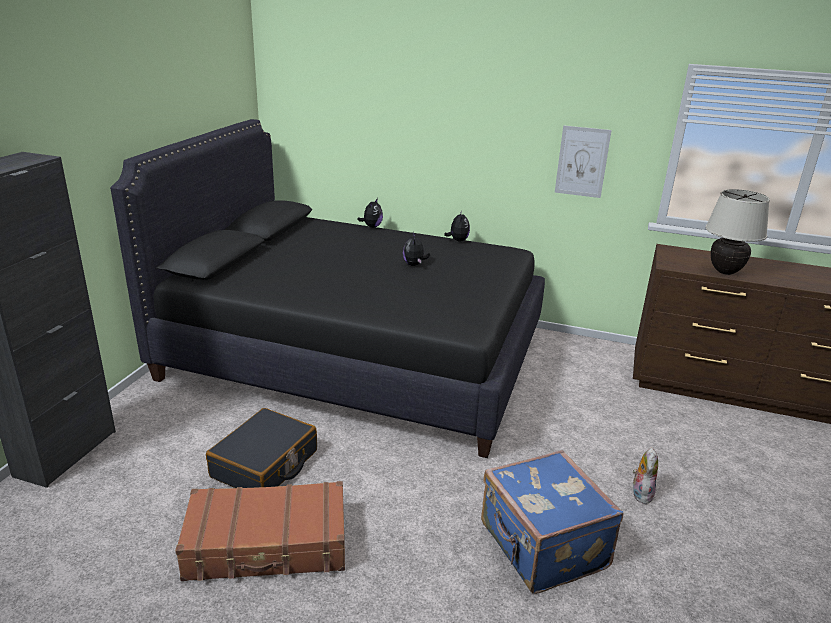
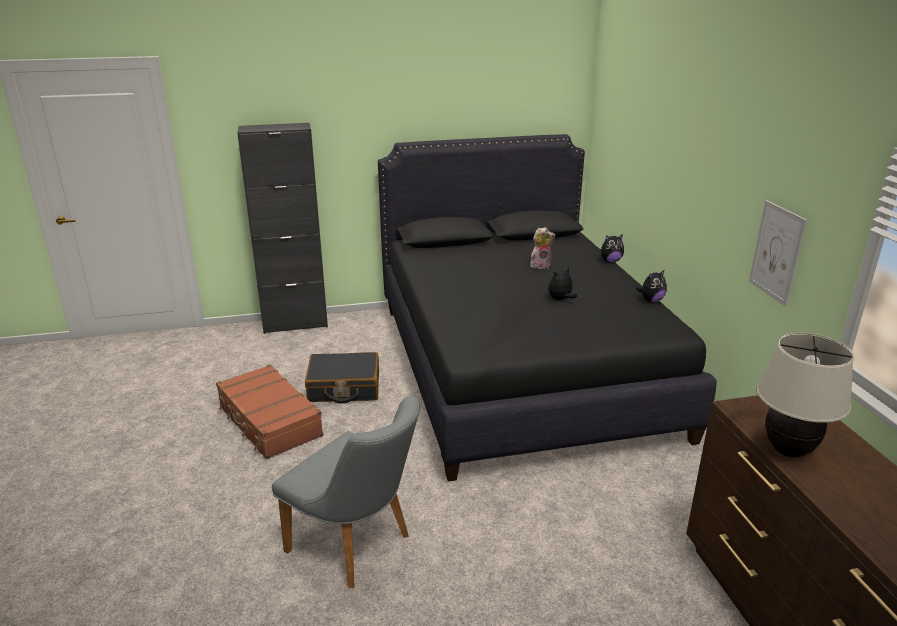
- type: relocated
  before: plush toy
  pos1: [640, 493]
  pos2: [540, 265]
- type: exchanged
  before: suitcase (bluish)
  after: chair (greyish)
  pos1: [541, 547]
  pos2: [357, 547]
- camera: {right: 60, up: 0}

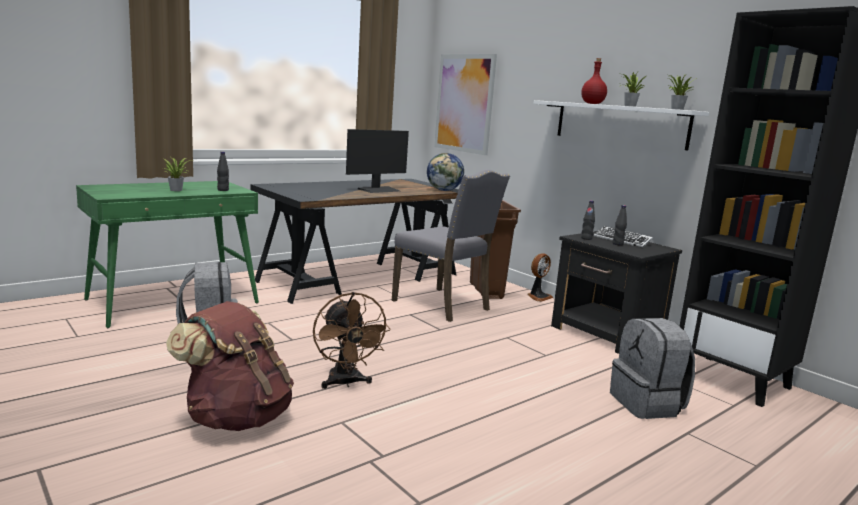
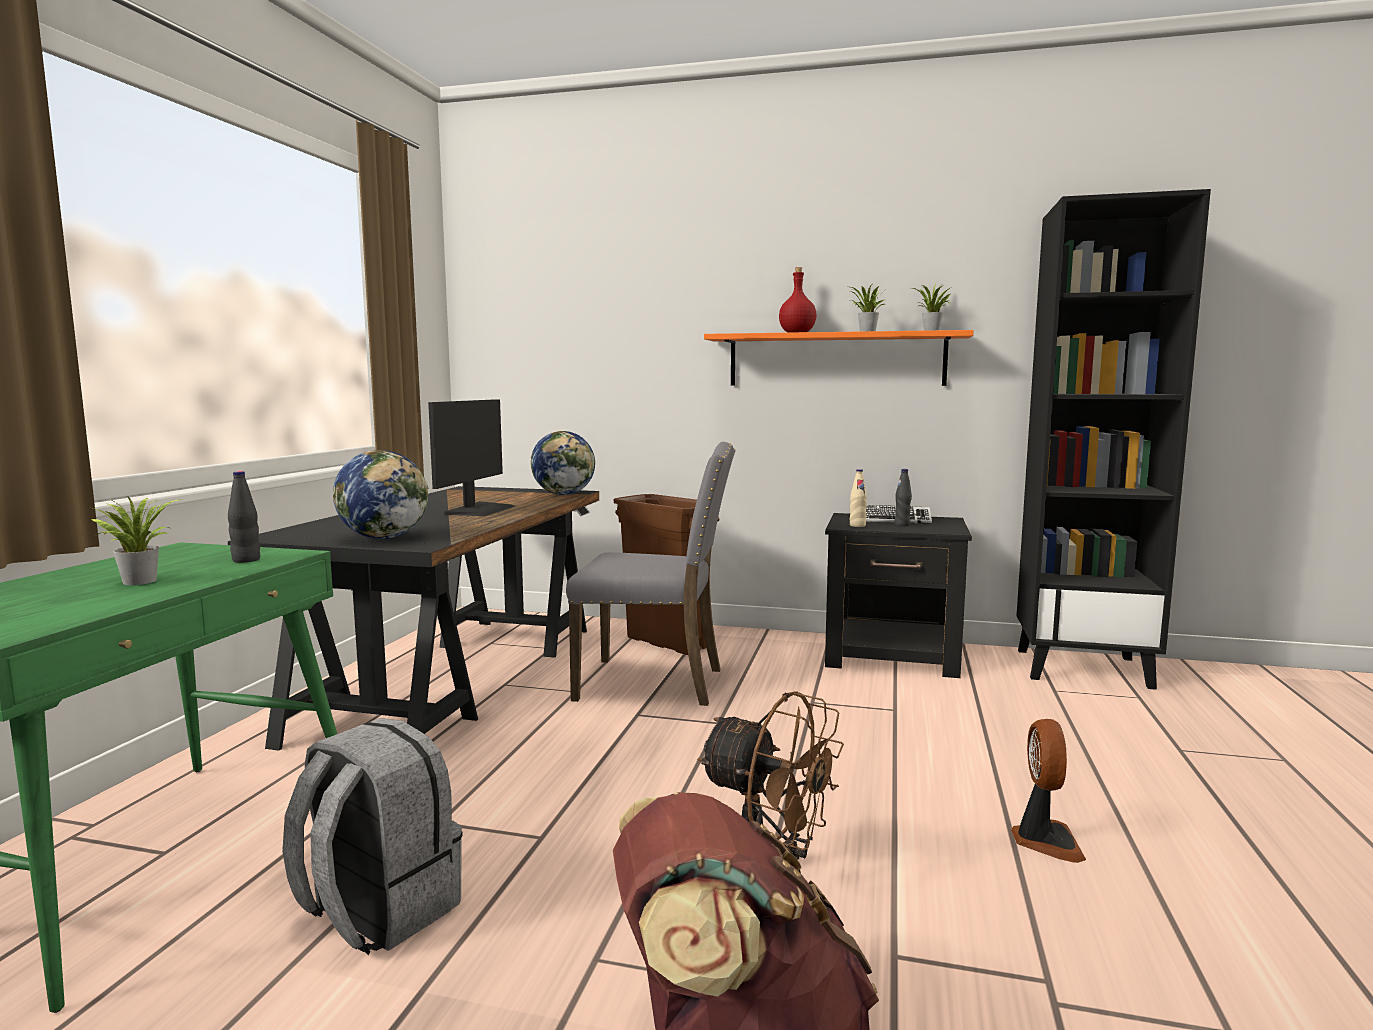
- type: missing
  before: wall art
  pos1: [464, 103]
- type: missing
  before: knapsack (greyish)
  pos1: [647, 404]
- type: appeared
  after: world globe
  pos2: [384, 538]
- type: relocated
  before: cooling fan
  pos1: [538, 297]
  pos2: [1044, 841]
- type: colour
  before: shelf (white)
  after: shelf (orange)
  pos1: [619, 124]
  pos2: [836, 360]
- type: colour
  before: bottle (black)
  after: bottle (beige-coloured)
  pos1: [586, 238]
  pos2: [857, 525]
- camera: {right: -35, up: -5}

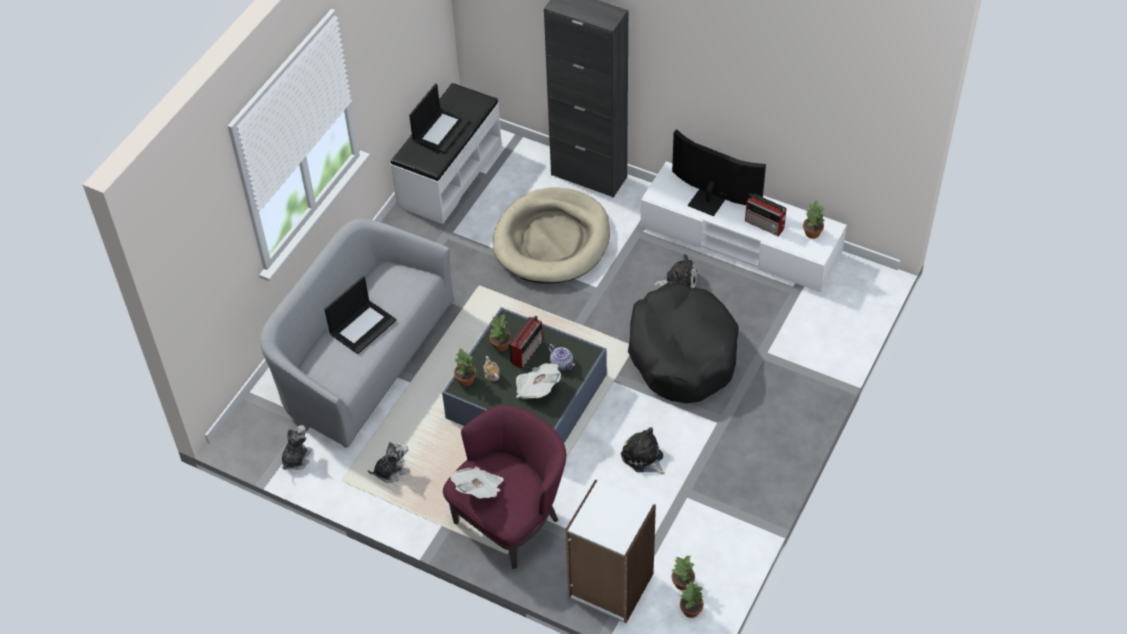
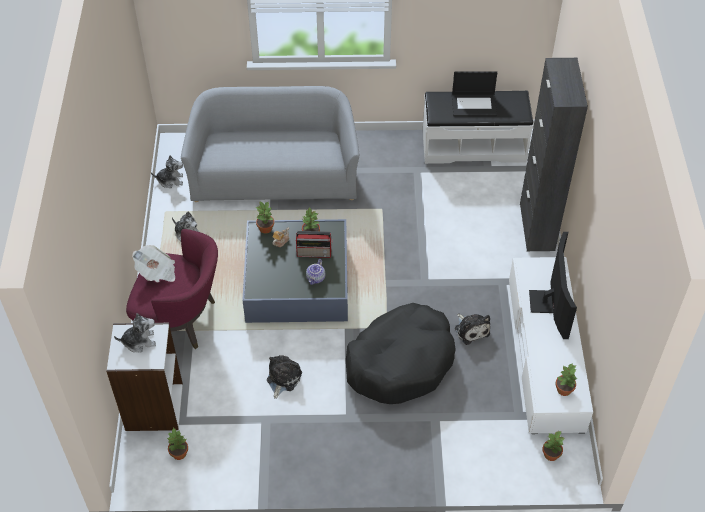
- type: missing
  before: laptop
  pos1: [363, 326]
- type: missing
  before: dog cushion (beige-coloured)
  pos1: [552, 240]
- type: missing
  before: printed paper
  pos1: [537, 388]
- type: missing
  before: radio
  pos1: [765, 225]
- type: appeared
  after: plush toy
  pos2: [139, 341]
- type: relocated
  before: potted plant
  pos1: [691, 611]
  pos2: [550, 454]
- camera: {right: 60, up: 0}

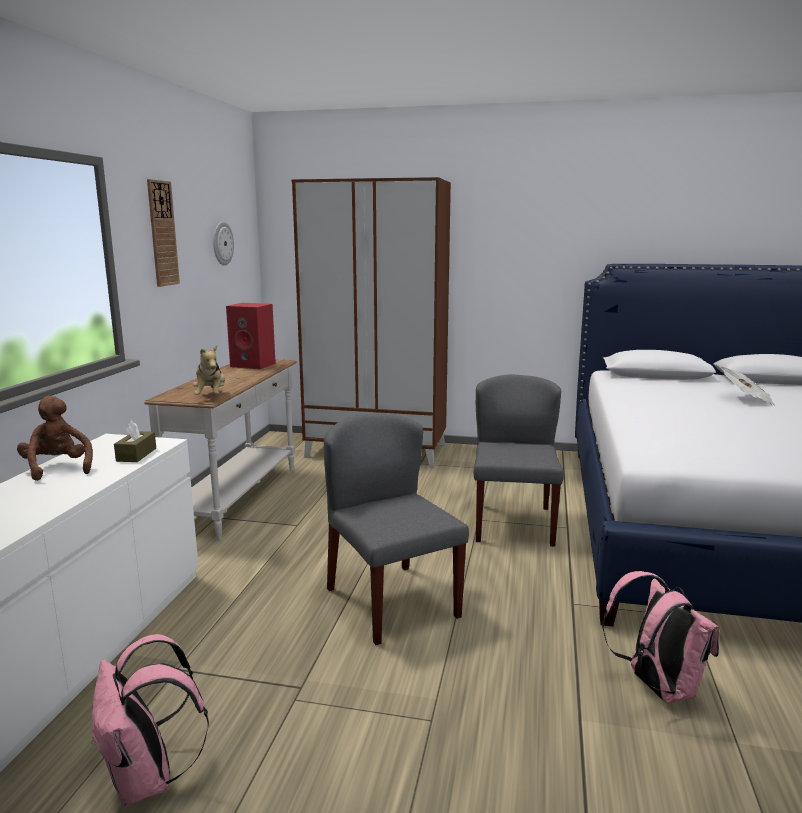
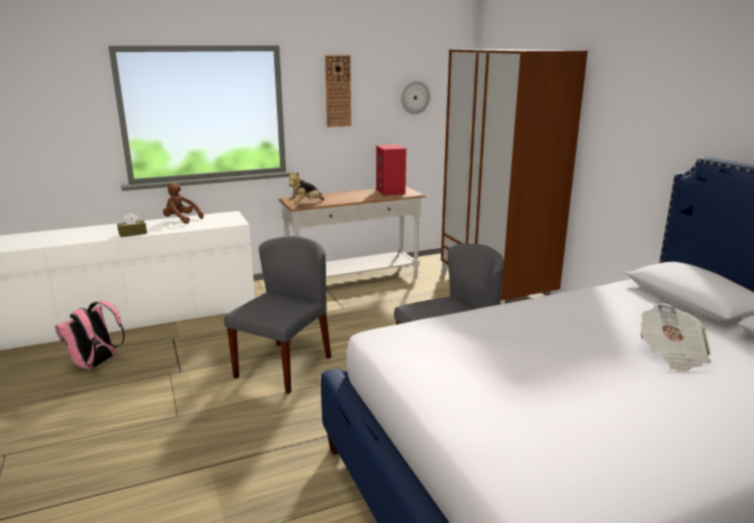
- type: missing
  before: knapsack (pink)
  pos1: [656, 687]
- type: relocated
  before: box of tissues (brownish)
  pos1: [136, 455]
  pos2: [132, 233]
- type: spun
  before: plush toy (brownish)
  pos1: [58, 468]
  pos2: [181, 220]
  turn: -90
- camera: {right: 55, up: 5}

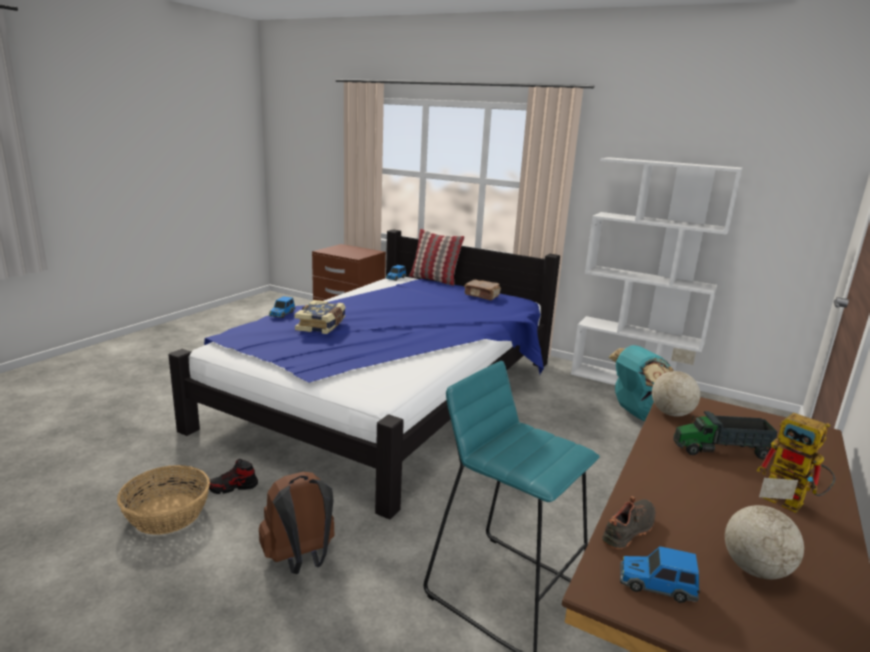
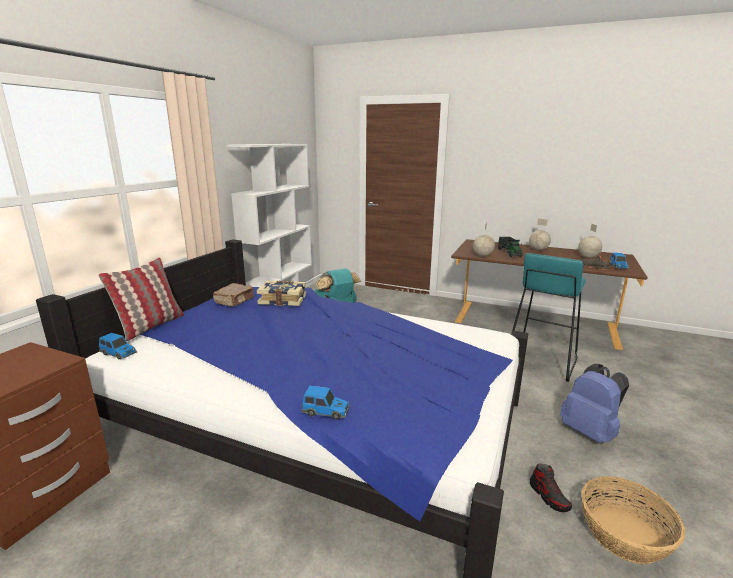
- type: relocated
  before: volume
  pos1: [322, 325]
  pos2: [283, 300]
- type: exchanged
  before: robot figure
  after: world globe
  pos1: [792, 503]
  pos2: [538, 250]
- type: colour
  before: knapsack (brownish)
  after: knapsack (bluish)
  pos1: [300, 559]
  pos2: [589, 432]
- camera: {right: -95, up: 0}

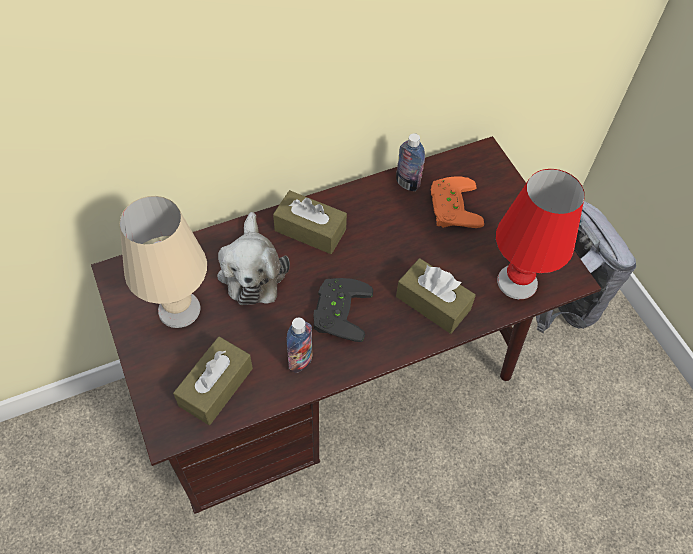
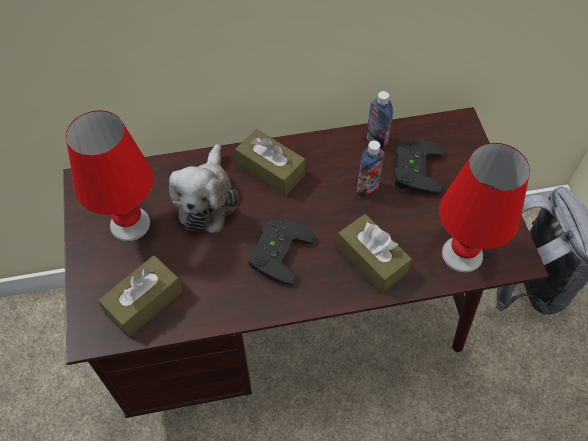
- type: relocated
  before: bottle
  pos1: [300, 361]
  pos2: [367, 188]
- type: colour
  before: tabletop lamp (beige-coloured)
  after: tabletop lamp (reddish)
  pos1: [179, 309]
  pos2: [130, 223]
- type: colour
  before: gamepad (orange)
  after: gamepad (black)
  pos1: [450, 206]
  pos2: [413, 169]
- camera: {right: 15, up: 0}

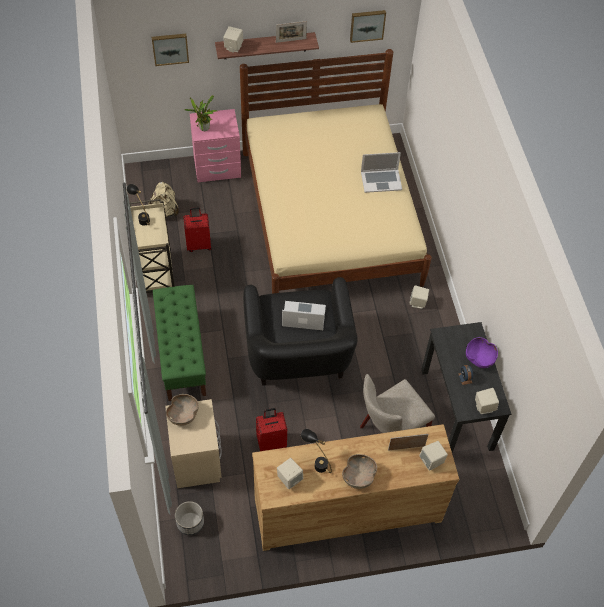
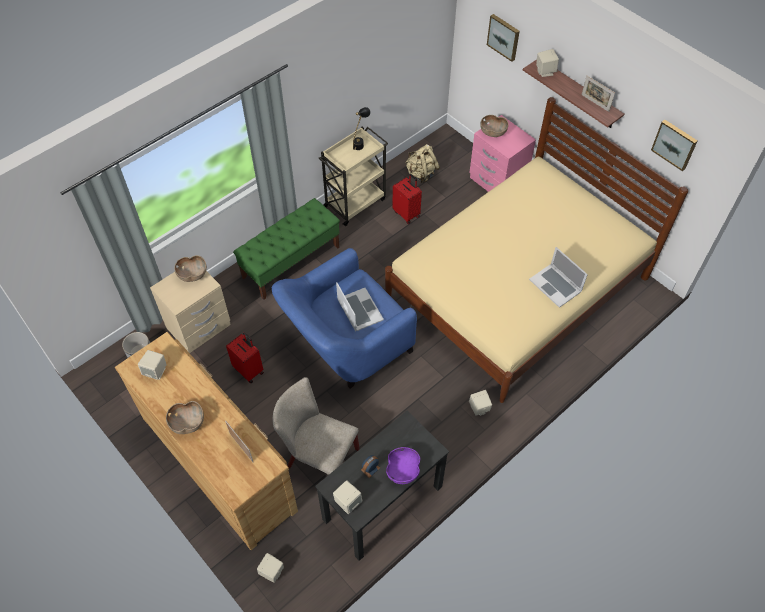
- type: missing
  before: tabletop lamp (black)
  pos1: [316, 462]
- type: relocated
  before: audio speaker (beige-coloured)
  pos1: [431, 461]
  pos2: [272, 572]
- type: exchanged
  before: potted plant
  after: deep dish (brownish)
  pos1: [203, 129]
  pos2: [493, 132]
- type: colour
  before: armchair (black)
  after: armchair (bluish)
  pos1: [298, 358]
  pos2: [346, 345]
- camera: {right: 60, up: 0}

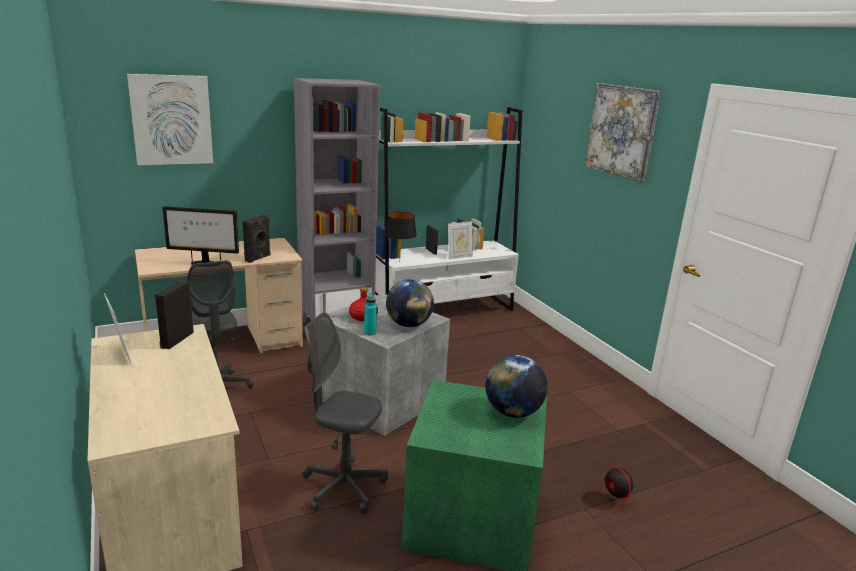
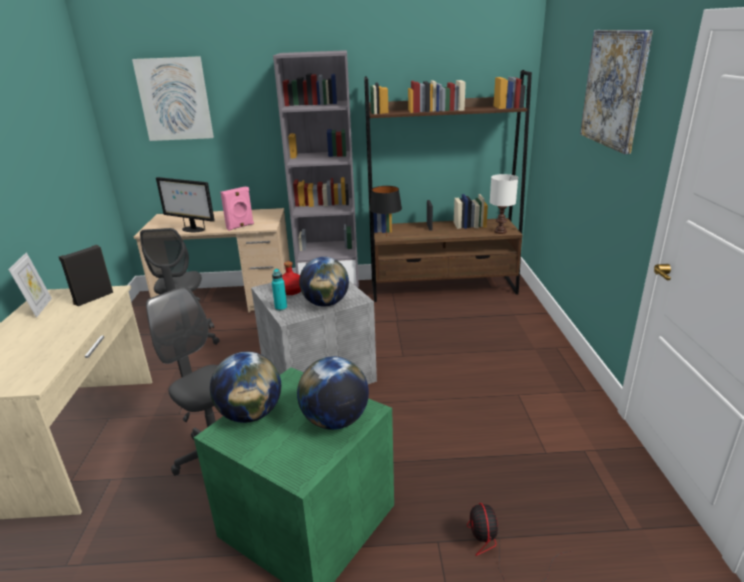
- type: missing
  before: standing frame
  pos1: [459, 257]
- type: appeared
  after: world globe
  pos2: [250, 414]
- type: appeared
  after: tabletop lamp (white)
  pos2: [500, 231]
- type: colour
  before: audio speaker (black)
  after: audio speaker (pink)
  pos1: [258, 258]
  pos2: [240, 226]
- type: colour
  before: shelving unit (white)
  after: shelving unit (brownish)
  pos1: [443, 311]
  pos2: [443, 288]
- camera: {right: 25, up: 5}

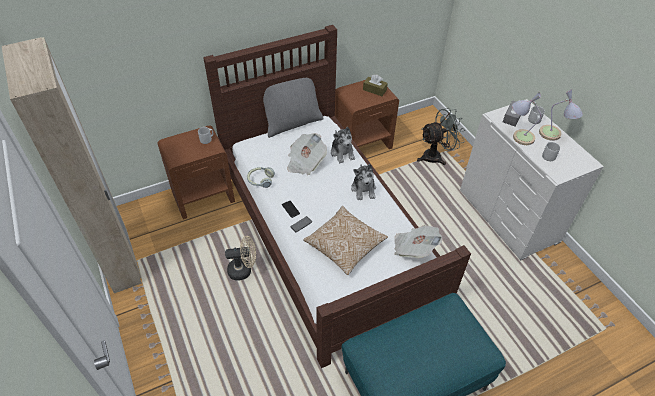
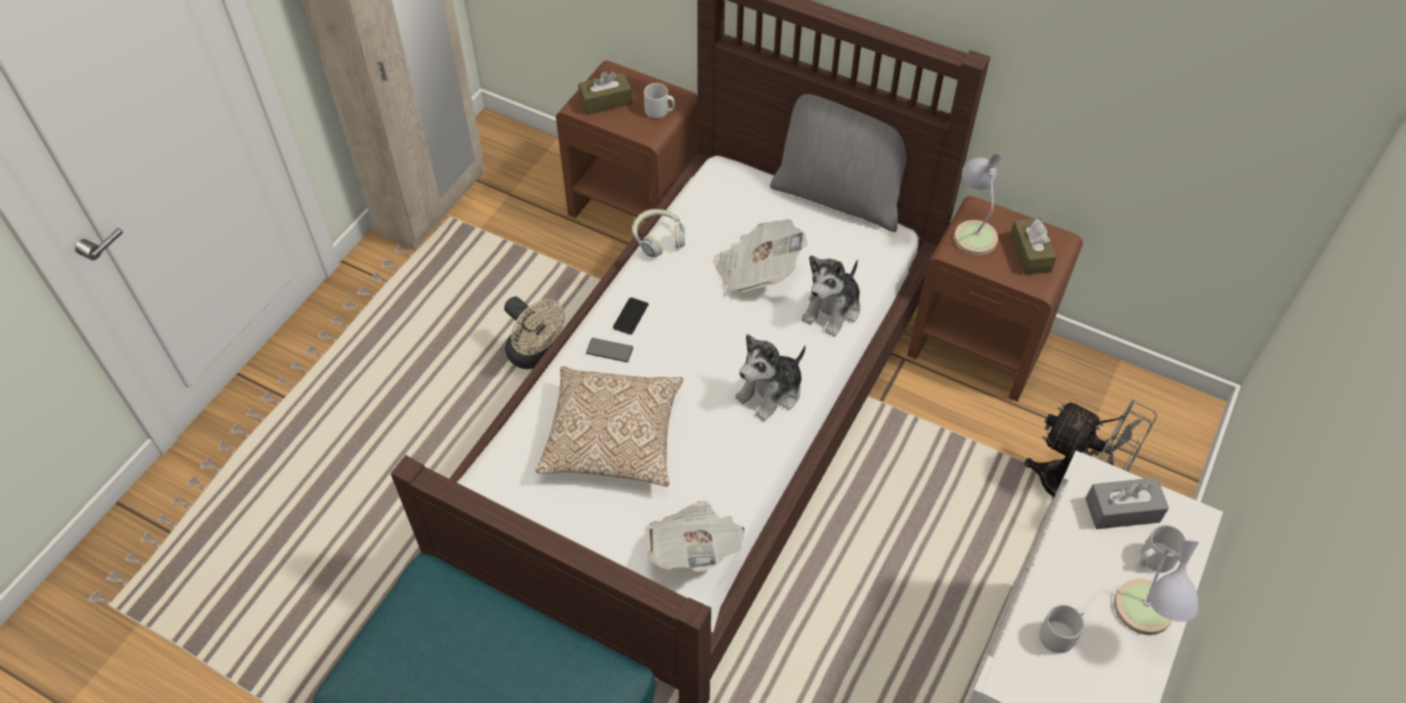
- type: appeared
  after: box of tissues (brownish)
  pos2: [605, 101]
- type: relocated
  before: tabletop lamp
  pos1: [518, 136]
  pos2: [972, 231]
- camera: {right: 55, up: 5}

